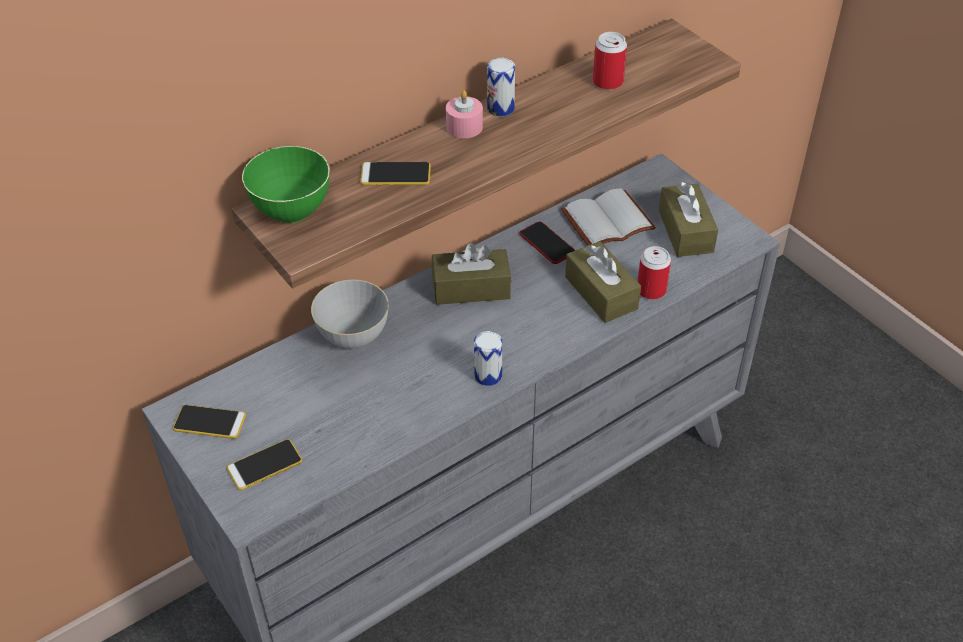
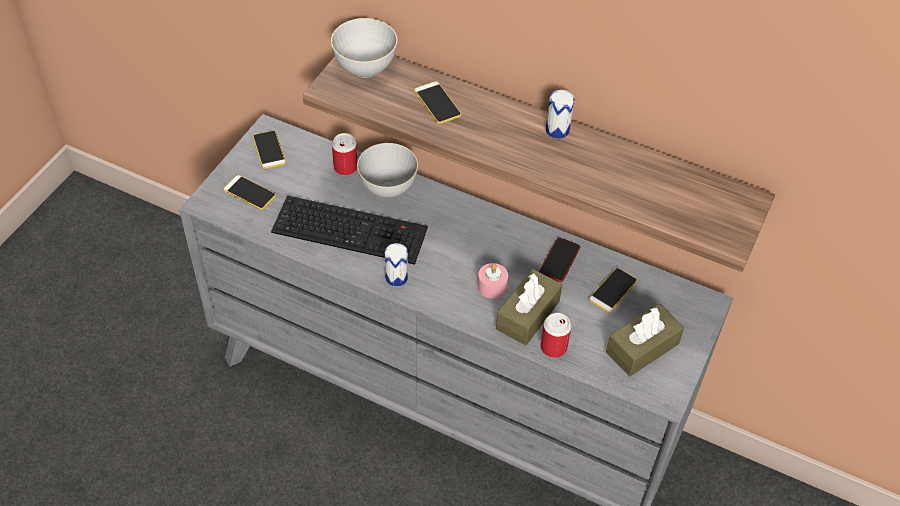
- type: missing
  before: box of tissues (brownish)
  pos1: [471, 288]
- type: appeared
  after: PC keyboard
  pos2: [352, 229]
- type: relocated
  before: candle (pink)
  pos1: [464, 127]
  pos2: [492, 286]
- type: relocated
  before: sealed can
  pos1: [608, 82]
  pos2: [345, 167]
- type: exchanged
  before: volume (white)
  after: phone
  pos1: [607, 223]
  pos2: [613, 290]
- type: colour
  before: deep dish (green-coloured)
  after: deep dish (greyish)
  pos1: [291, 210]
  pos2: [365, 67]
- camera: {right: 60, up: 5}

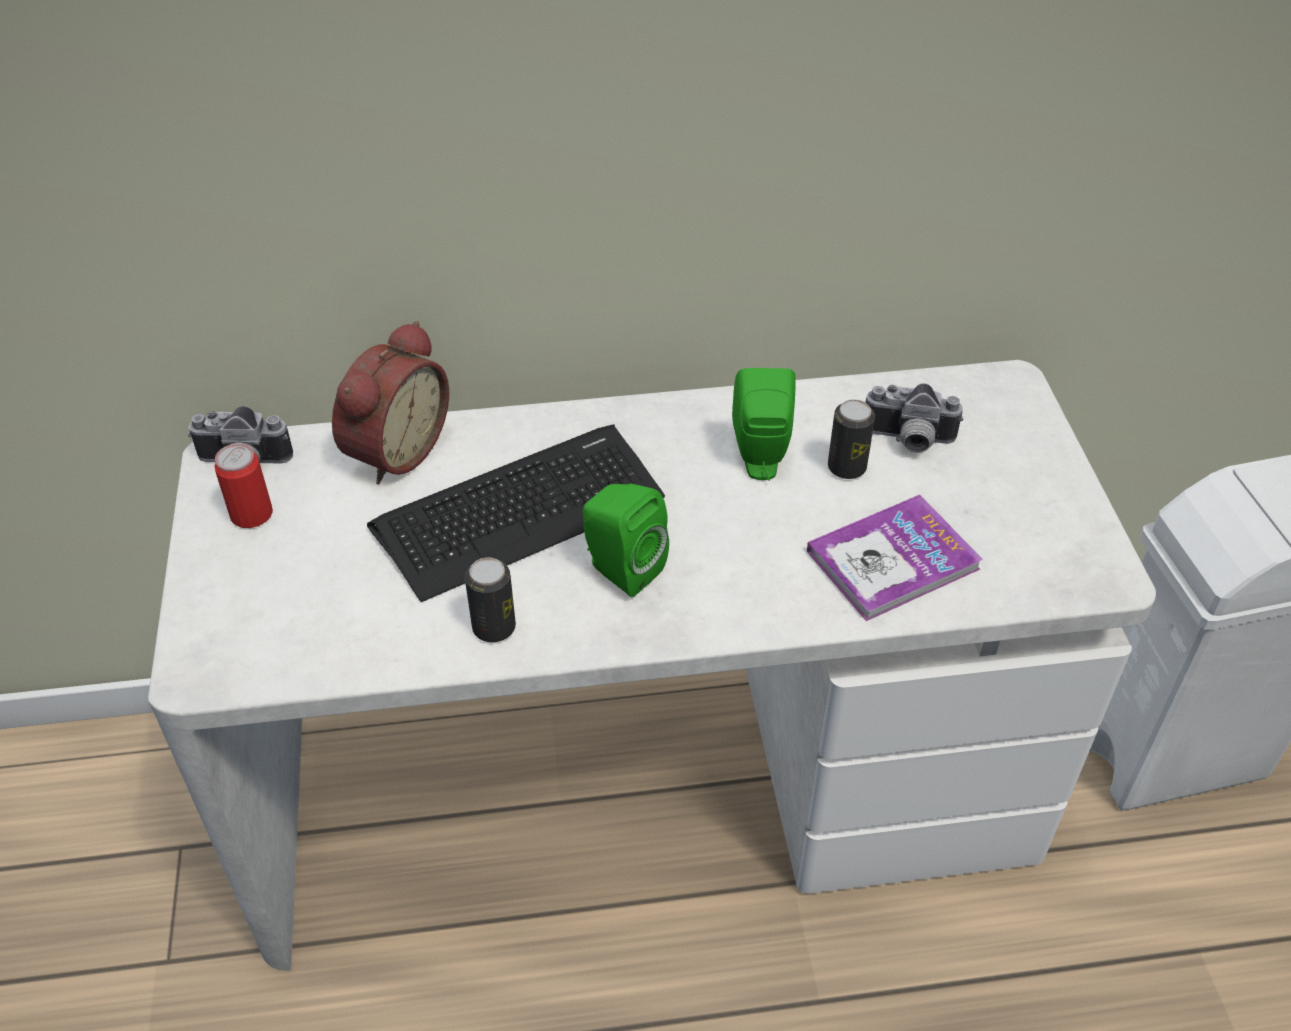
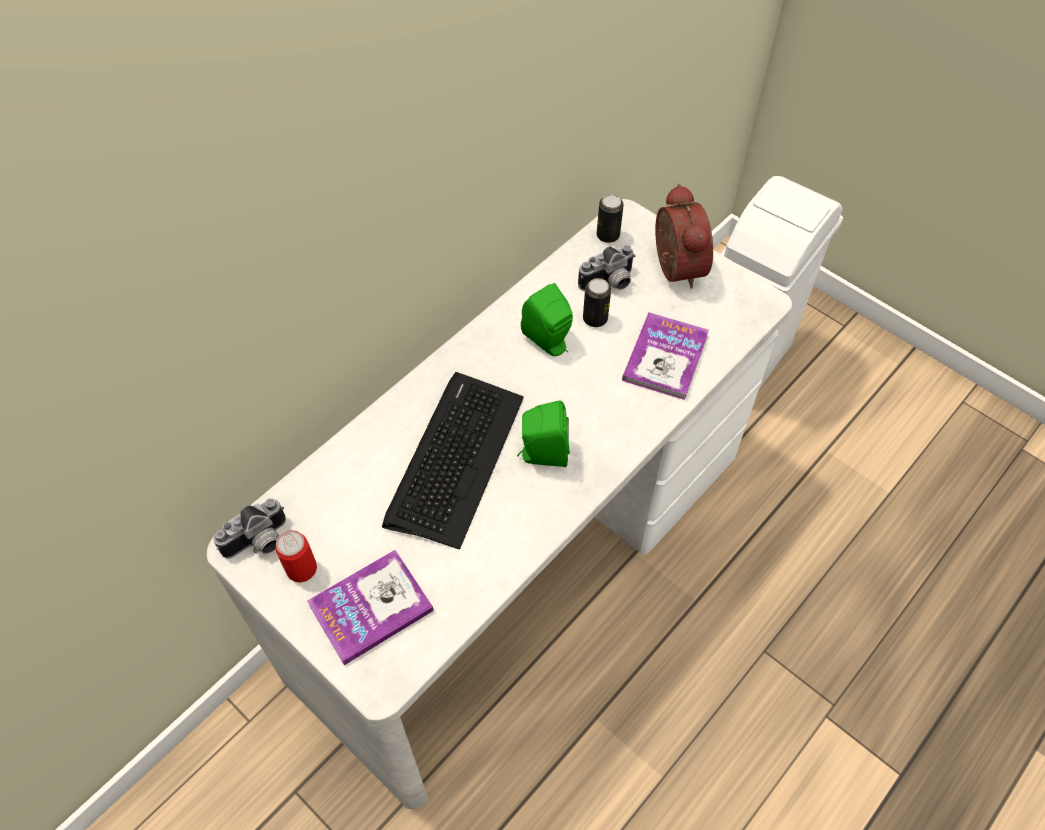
- type: appeared
  after: volume
  pos2: [371, 607]
- type: relocated
  before: alarm clock
  pos1: [393, 450]
  pos2: [673, 268]
- type: relocated
  before: sealed can
  pos1: [494, 627]
  pos2: [608, 235]
- camera: {right: -40, up: 10}

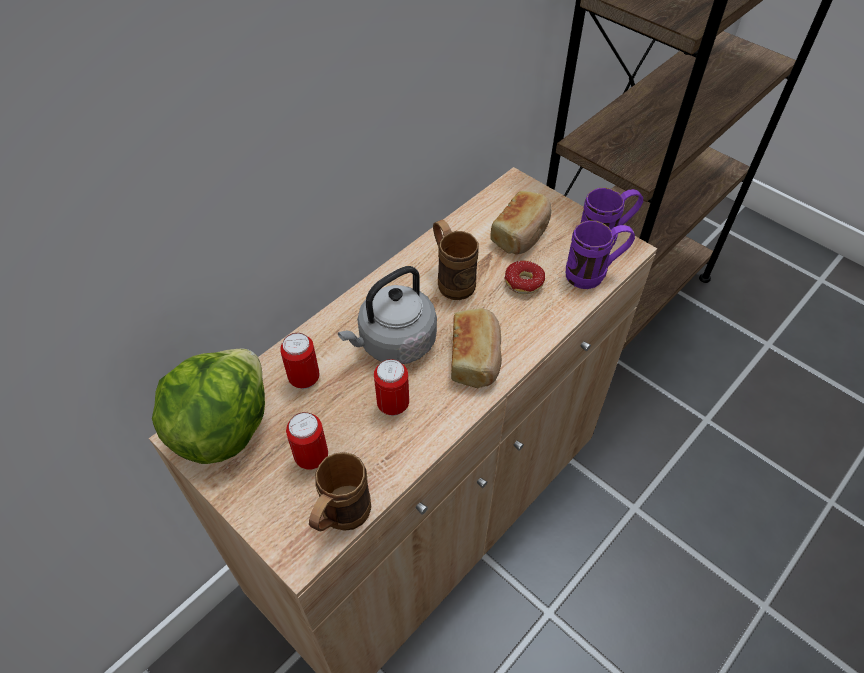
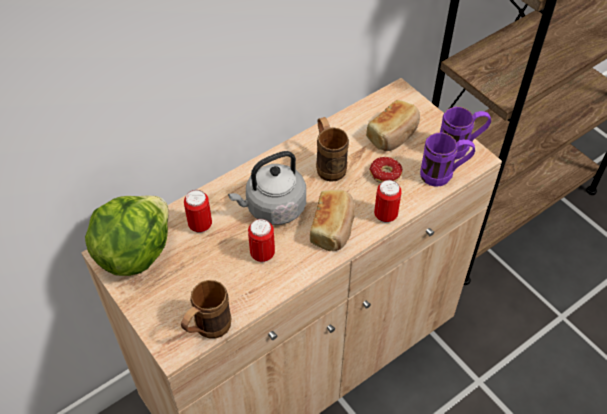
- type: relocated
  before: sealed can
  pos1: [312, 457]
  pos2: [385, 215]
- camera: {right: 10, up: 0}

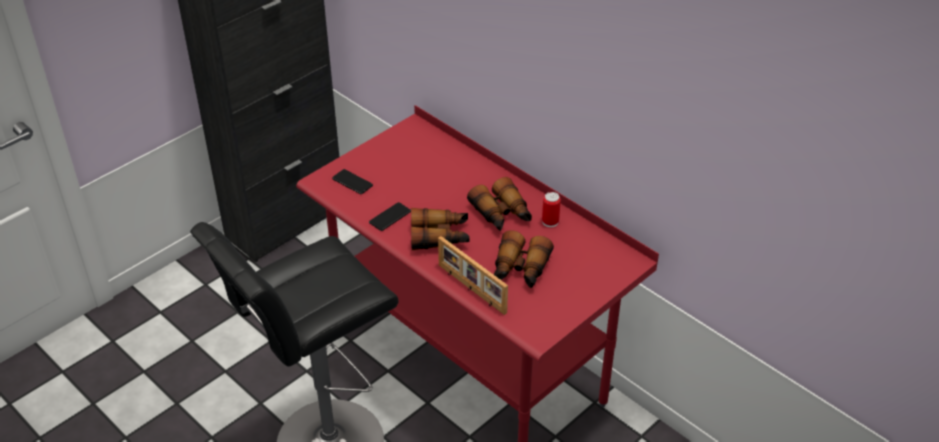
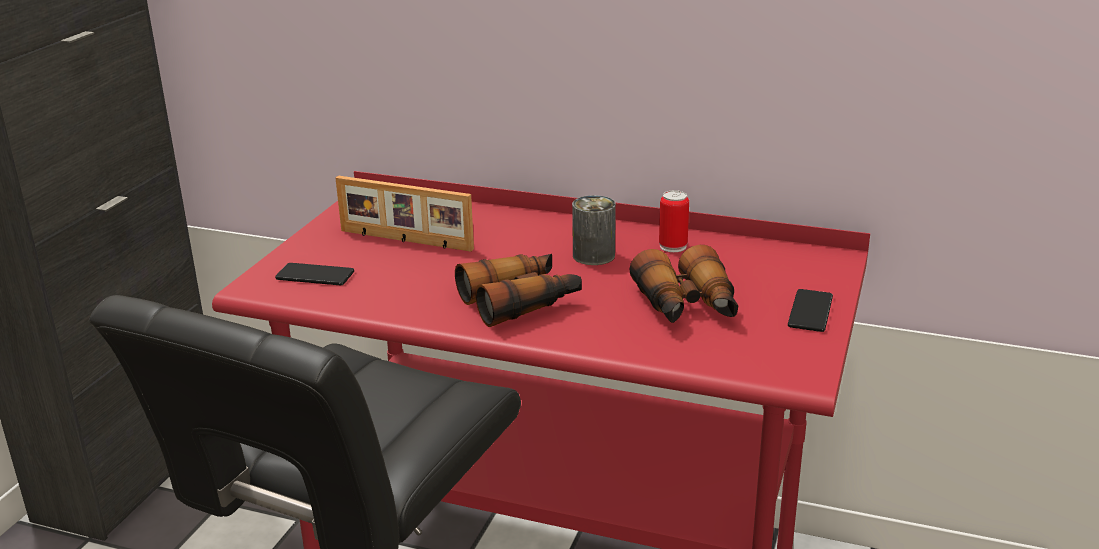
- type: relocated
  before: phone
  pos1: [390, 217]
  pos2: [810, 311]
- type: relocated
  before: standing frame
  pos1: [471, 289]
  pos2: [405, 241]
- type: exchanged
  before: pair of binoculars
  after: sealed can
  pos1: [502, 214]
  pos2: [593, 255]
- camera: {right: -25, up: -15}

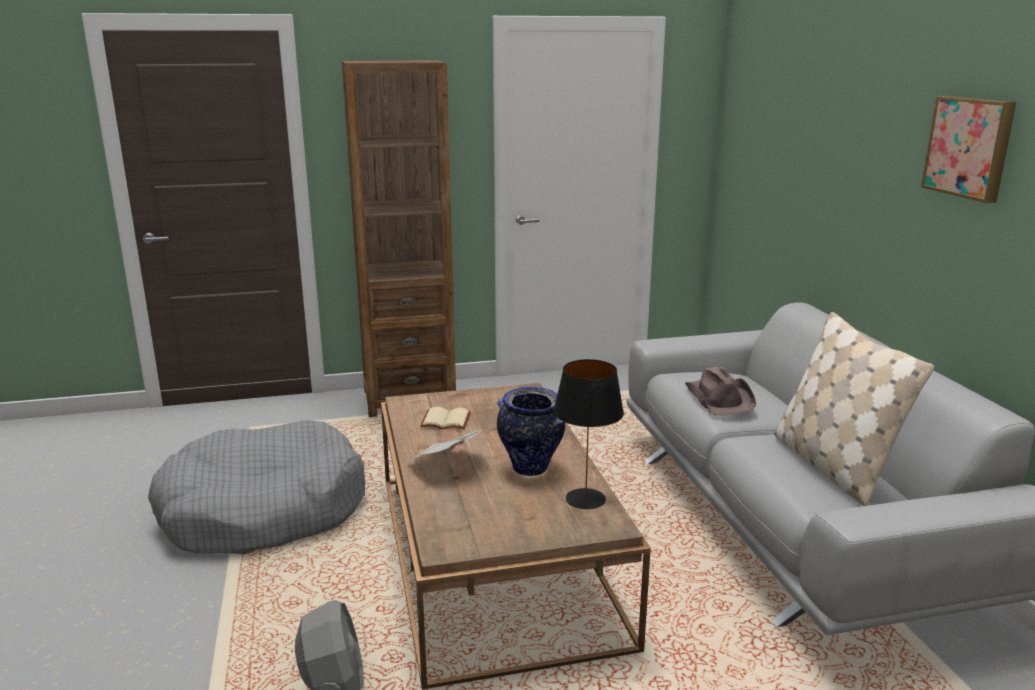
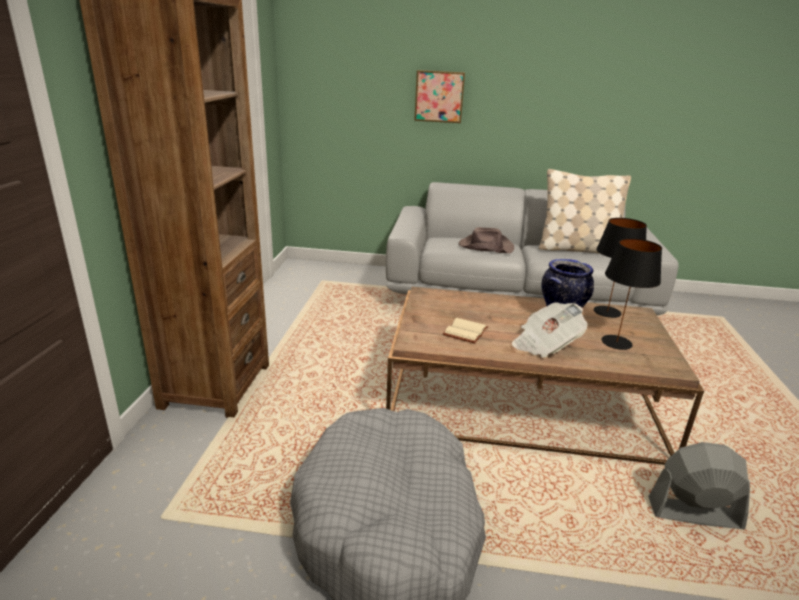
- type: appeared
  after: tabletop lamp (black)
  pos2: [617, 342]
- type: relocated
  before: wall art
  pos1: [970, 147]
  pos2: [439, 96]
- camera: {right: -70, up: 5}

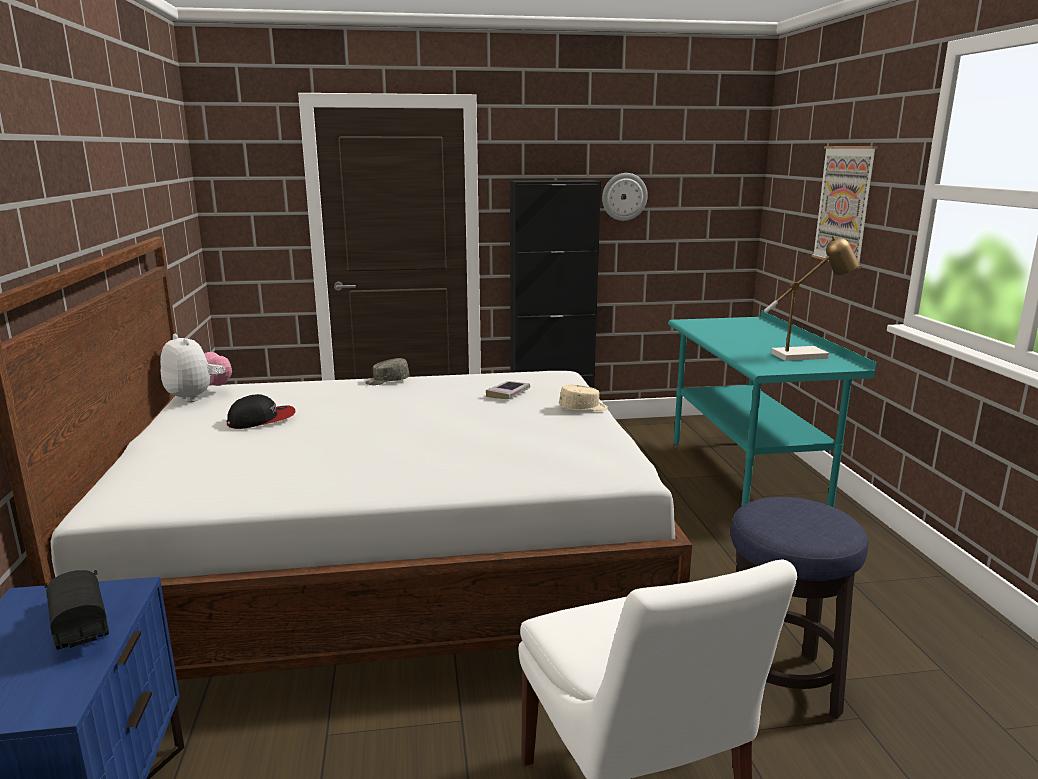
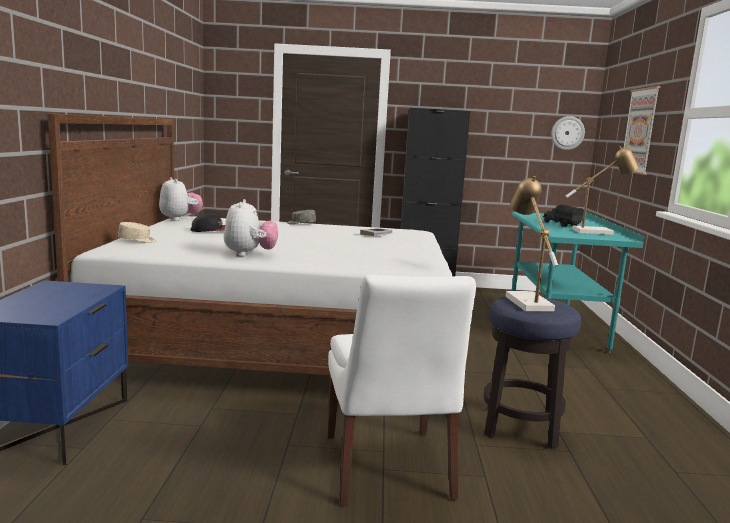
- type: appeared
  after: plush toy
  pos2: [249, 254]
- type: appeared
  after: tabletop lamp
  pos2: [524, 301]
- type: relocated
  before: toy lorry
  pos1: [80, 625]
  pos2: [561, 224]
- type: relocated
  before: peaked cap (beige-coloured)
  pos1: [583, 408]
  pos2: [137, 240]
- type: relocated
  before: clock on the wall
  pos1: [624, 196]
  pos2: [567, 133]
- camera: {right: 10, up: -5}

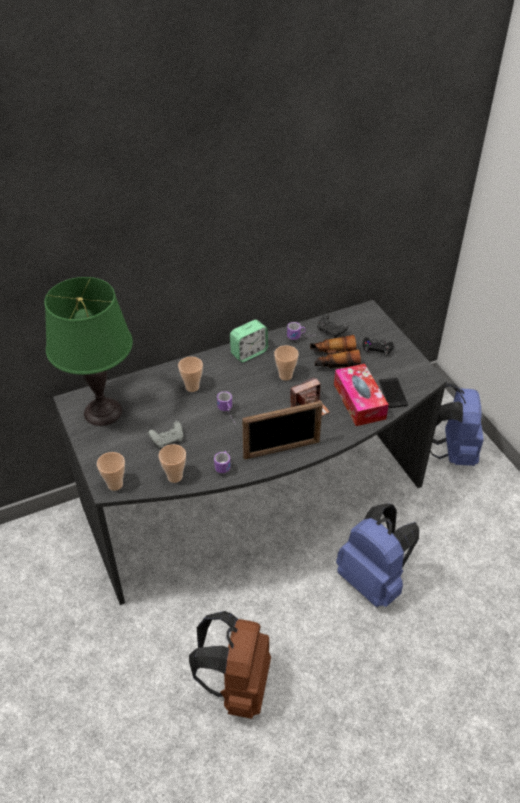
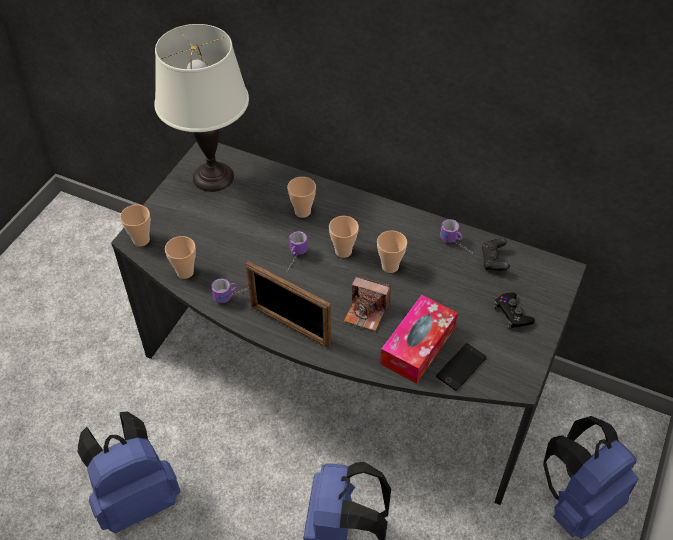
- type: missing
  before: gamepad (greyish)
  pos1: [167, 440]
- type: missing
  before: alarm clock
  pos1: [249, 353]
- type: missing
  before: pair of binoculars
  pos1: [333, 359]
- type: appeared
  after: cup
  pos2: [343, 251]
- type: colour
  before: tabletop lamp (green-coloured)
  after: tabletop lamp (white)
  pos1: [103, 412]
  pos2: [213, 177]
- type: colour
  before: knapsack (brownish)
  after: knapsack (bluish)
  pos1: [237, 685]
  pos2: [136, 498]
- camera: {right: 50, up: 5}

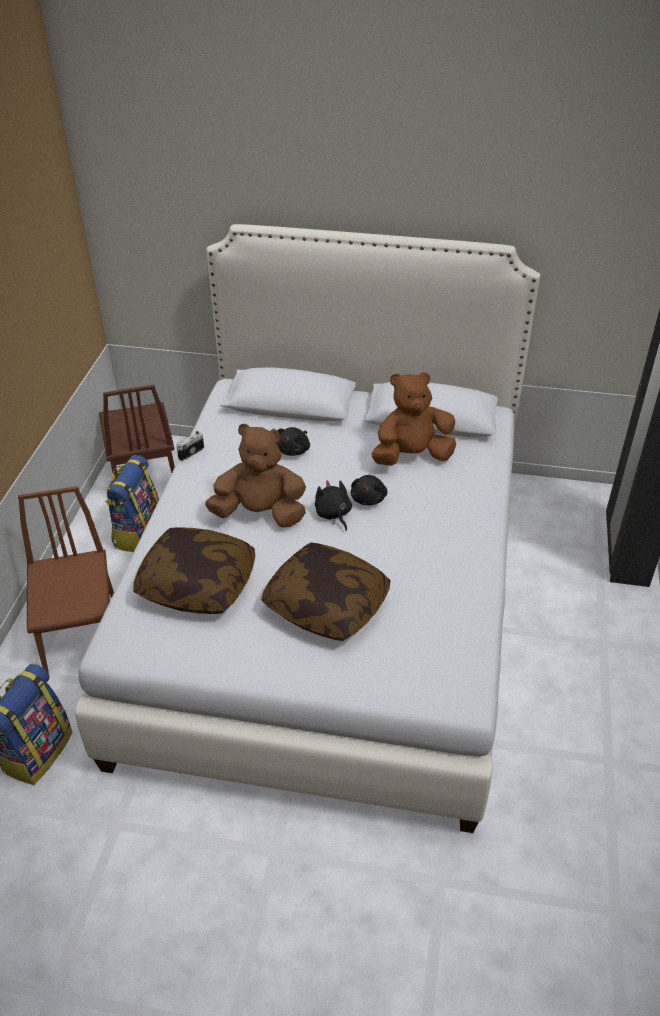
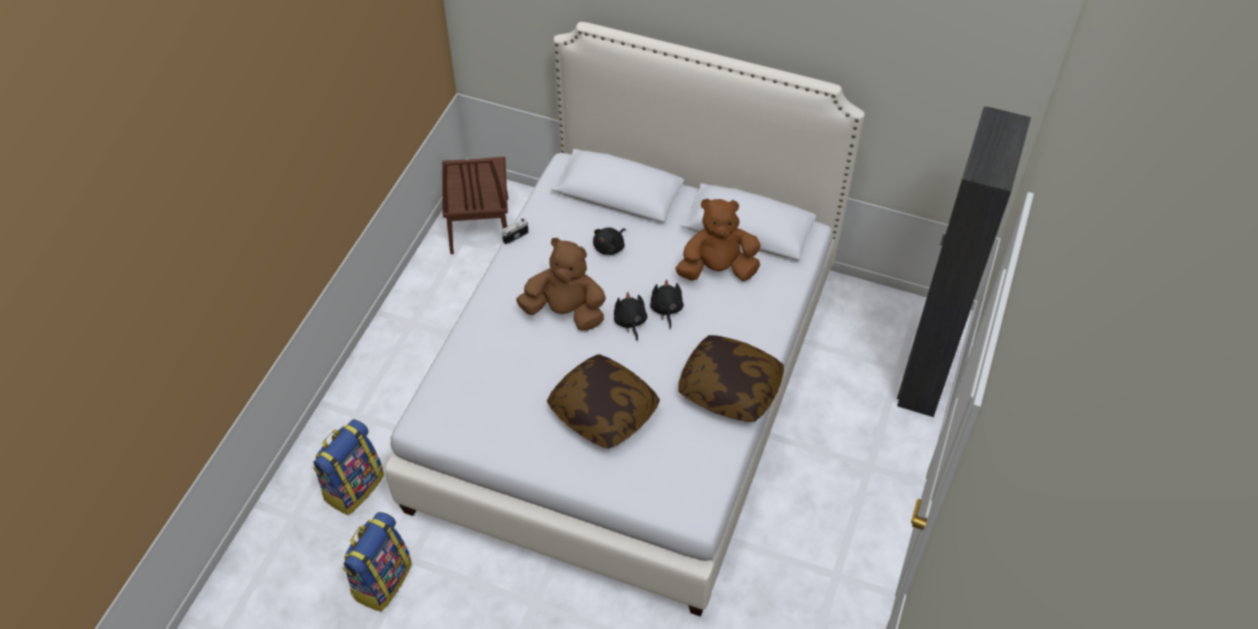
- type: missing
  before: chair (brownish)
  pos1: [81, 633]
- type: relocated
  before: knapsack
  pos1: [137, 533]
  pos2: [381, 580]
- type: relocated
  before: pillow
  pos1: [197, 584]
  pos2: [730, 388]
- type: spun
  before: plush toy (black)
  pos1: [369, 498]
  pos2: [666, 309]
  turn: 150
- camera: {right: 10, up: 10}

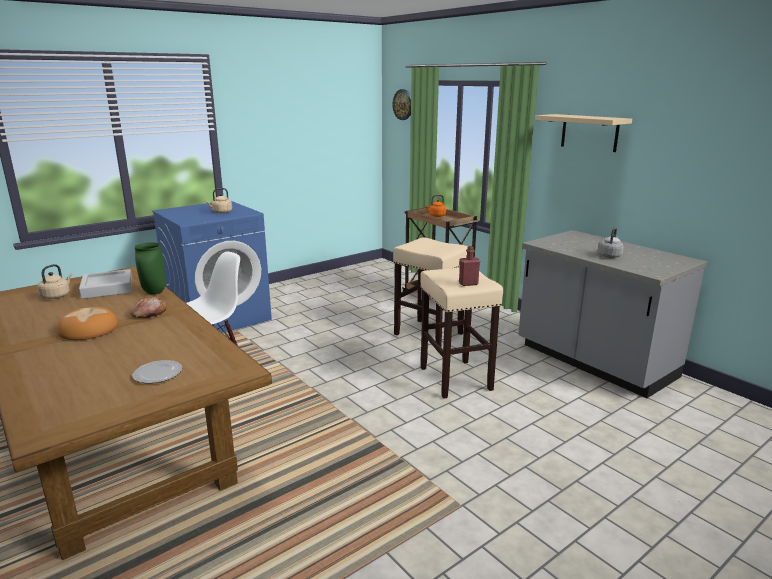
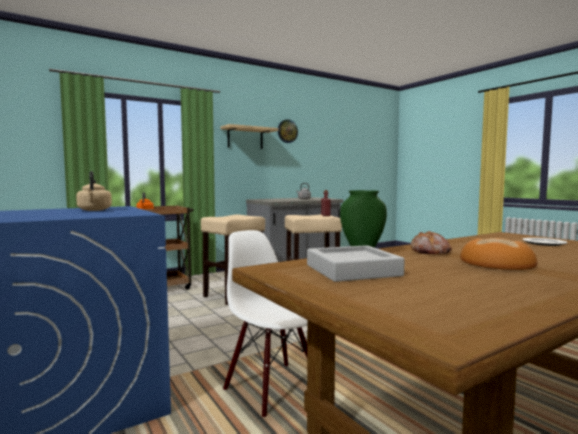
- type: missing
  before: water kettle (beige-coloured)
  pos1: [57, 296]
- type: relocated
  before: clock on the wall
  pos1: [403, 104]
  pos2: [287, 131]
- camera: {right: -85, up: -15}

